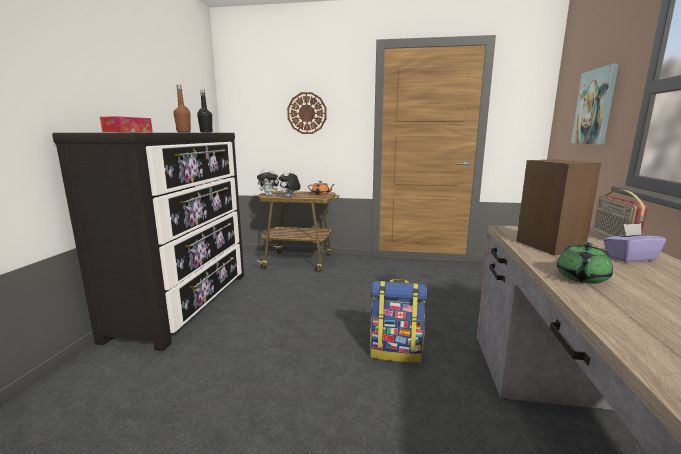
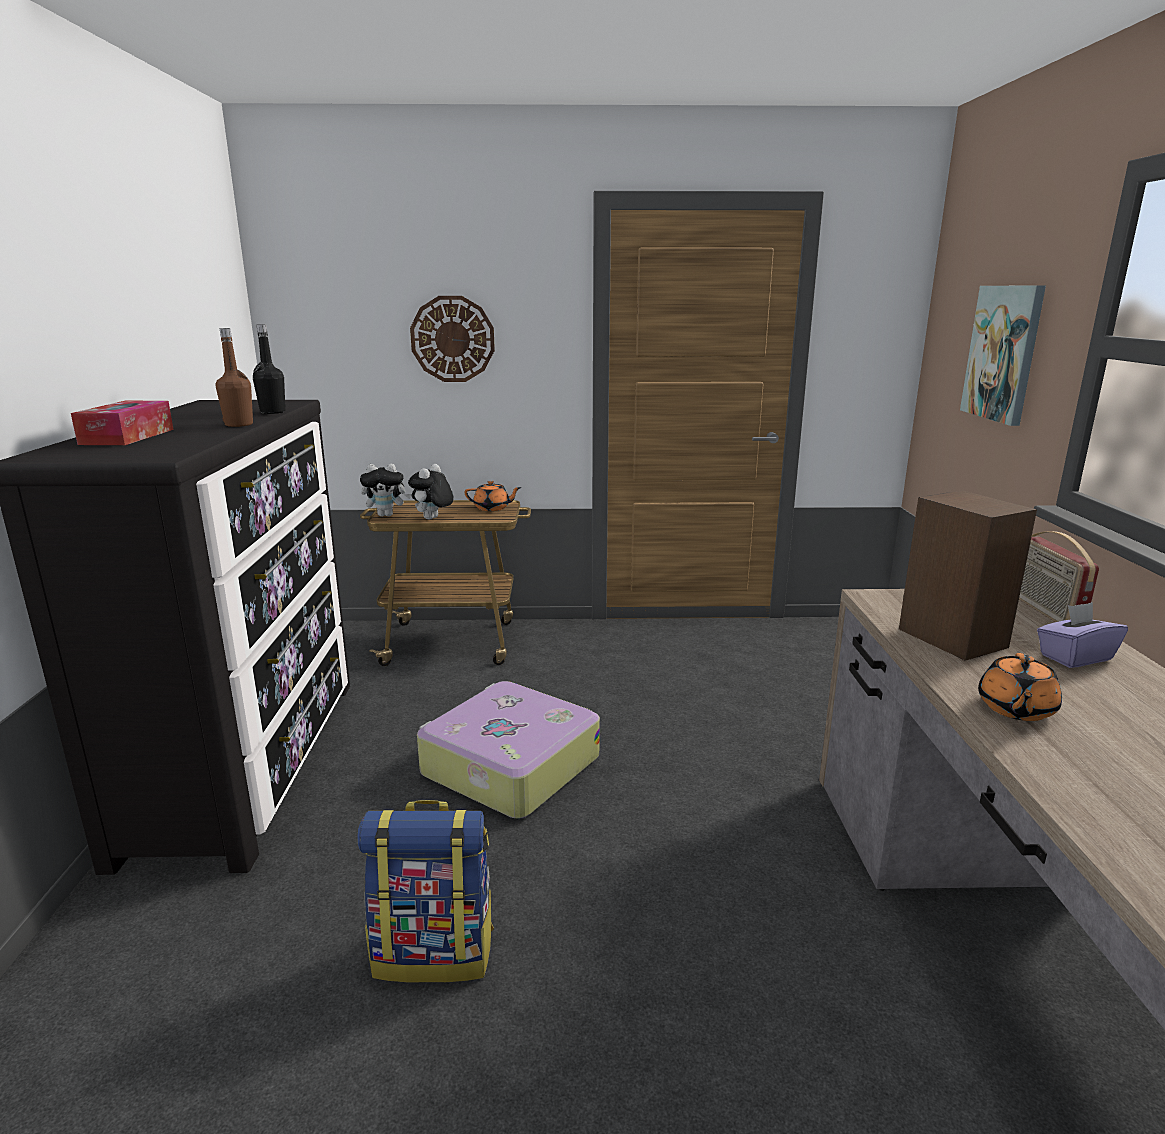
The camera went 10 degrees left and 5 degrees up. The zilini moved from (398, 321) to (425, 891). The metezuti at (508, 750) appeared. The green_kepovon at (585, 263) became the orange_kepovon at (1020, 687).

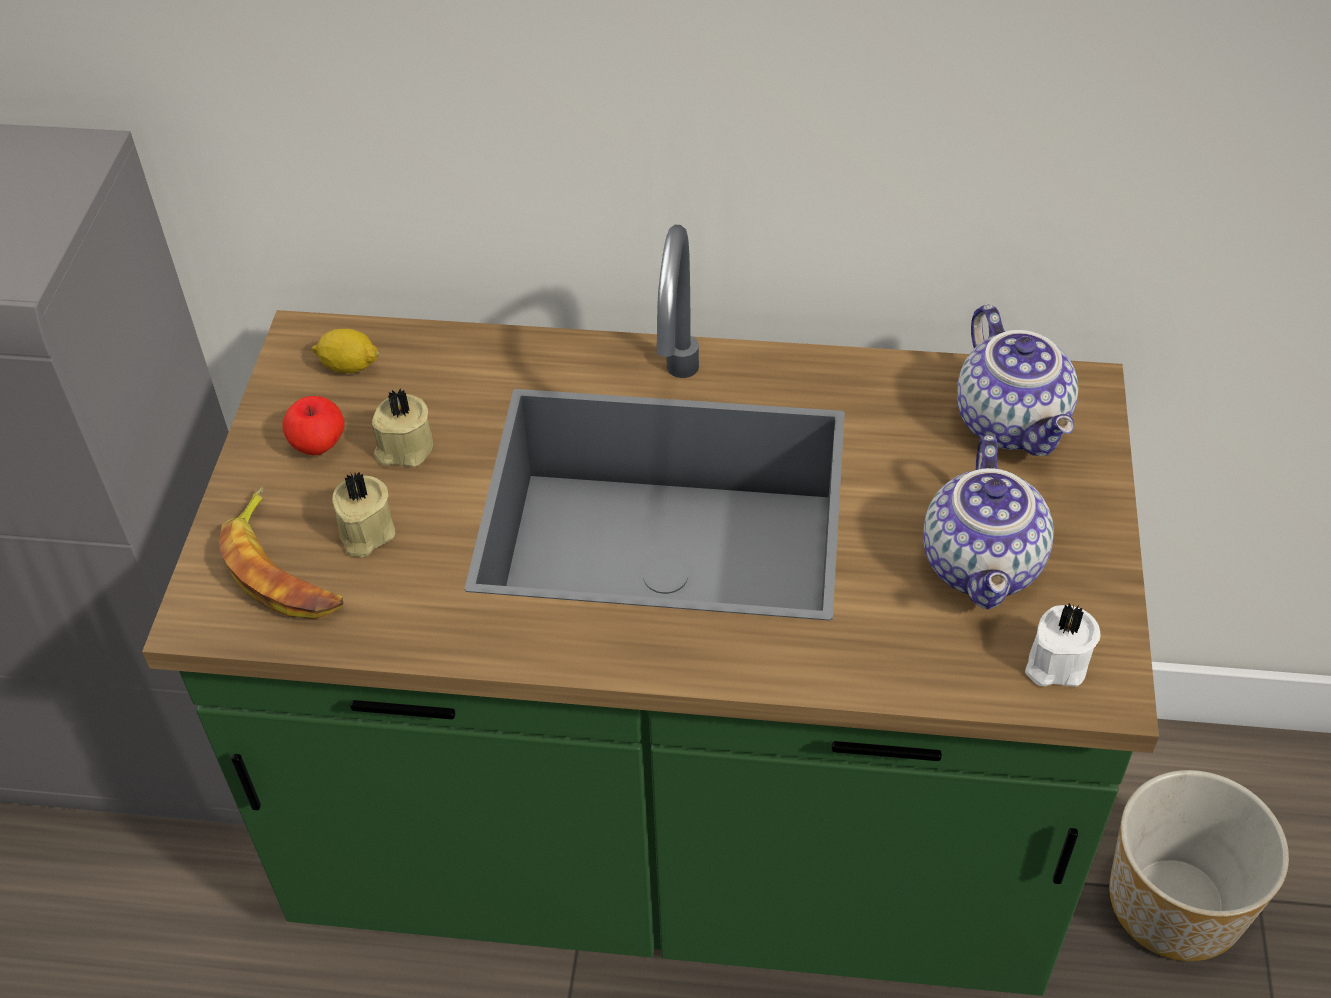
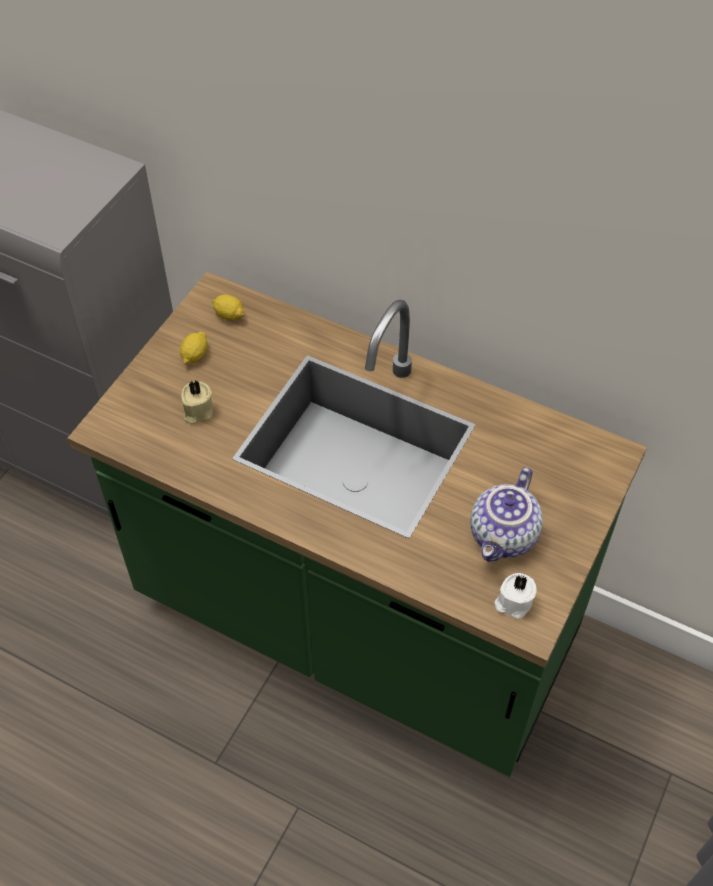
The camera went 20 degrees right and 5 degrees up. The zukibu at (314, 426) was replaced by the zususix at (194, 348). The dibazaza at (281, 552) disappeared. The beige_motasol at (402, 427) disappeared. The kepovon at (1017, 380) disappeared. The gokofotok at (1199, 865) disappeared.

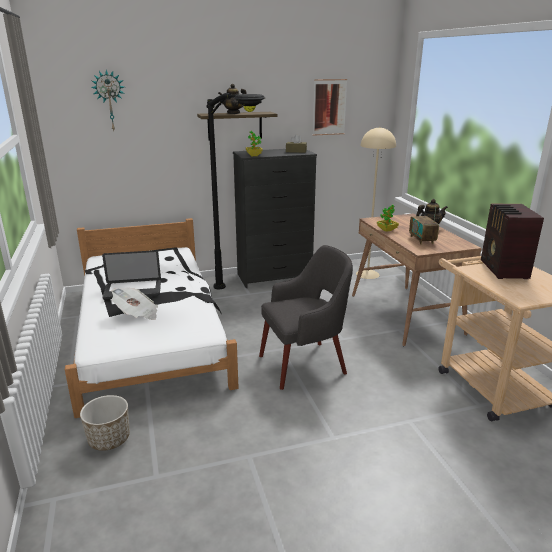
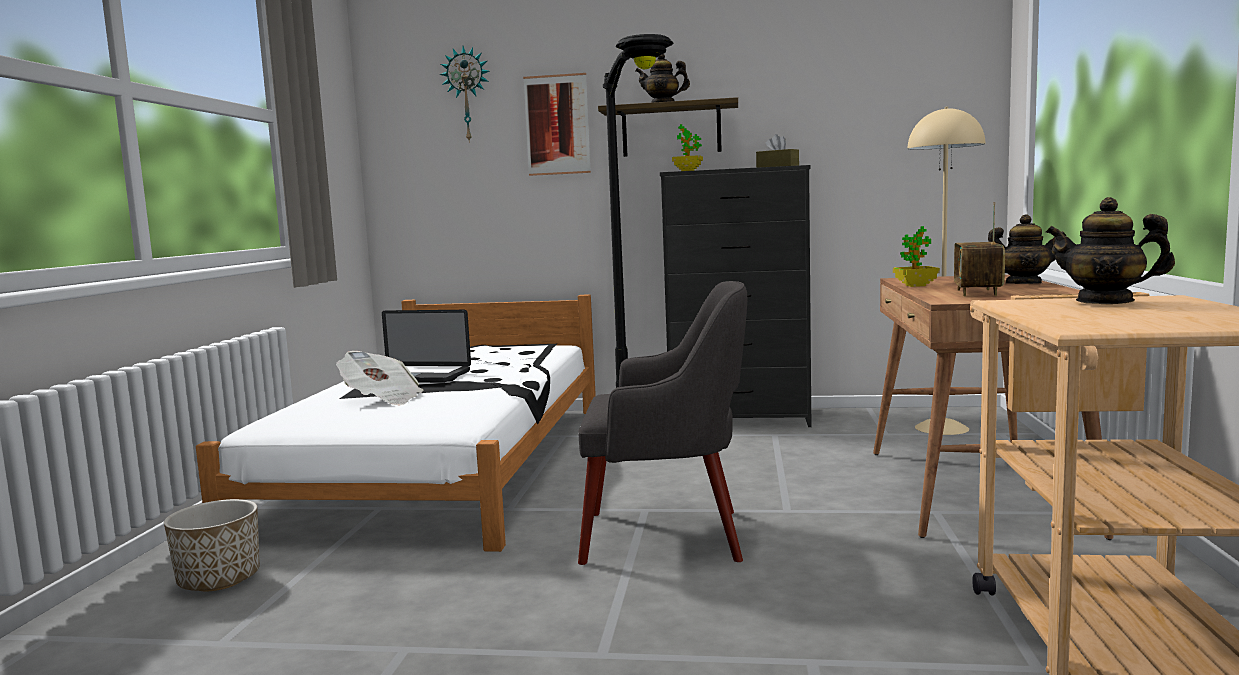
The camera went 25 degrees right and 15 degrees down. The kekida moved from (330, 107) to (557, 124). The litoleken at (512, 241) was replaced by the kepovon at (1110, 250).

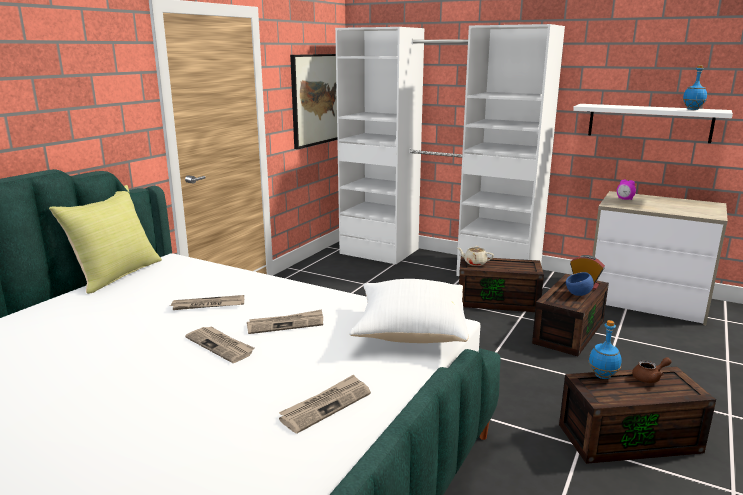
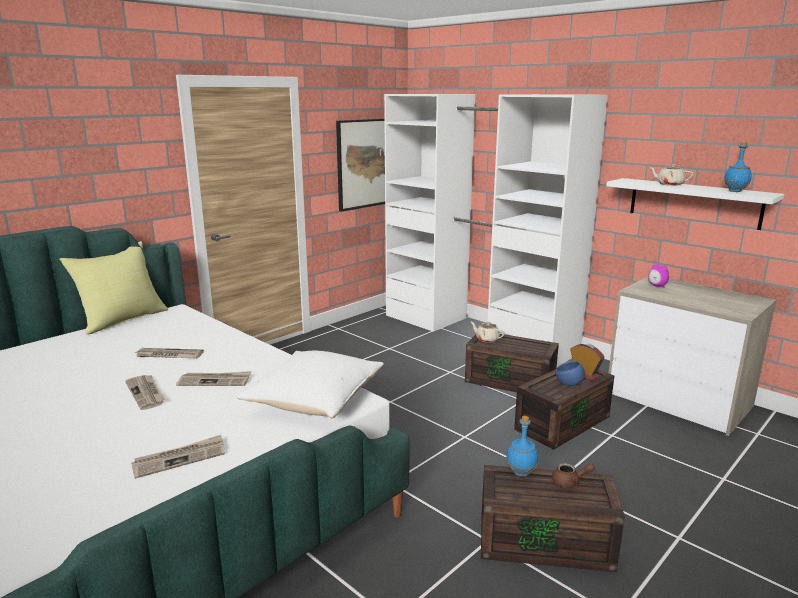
The camera went 15 degrees right and 0 degrees up. The beige_kepovon at (671, 175) appeared.

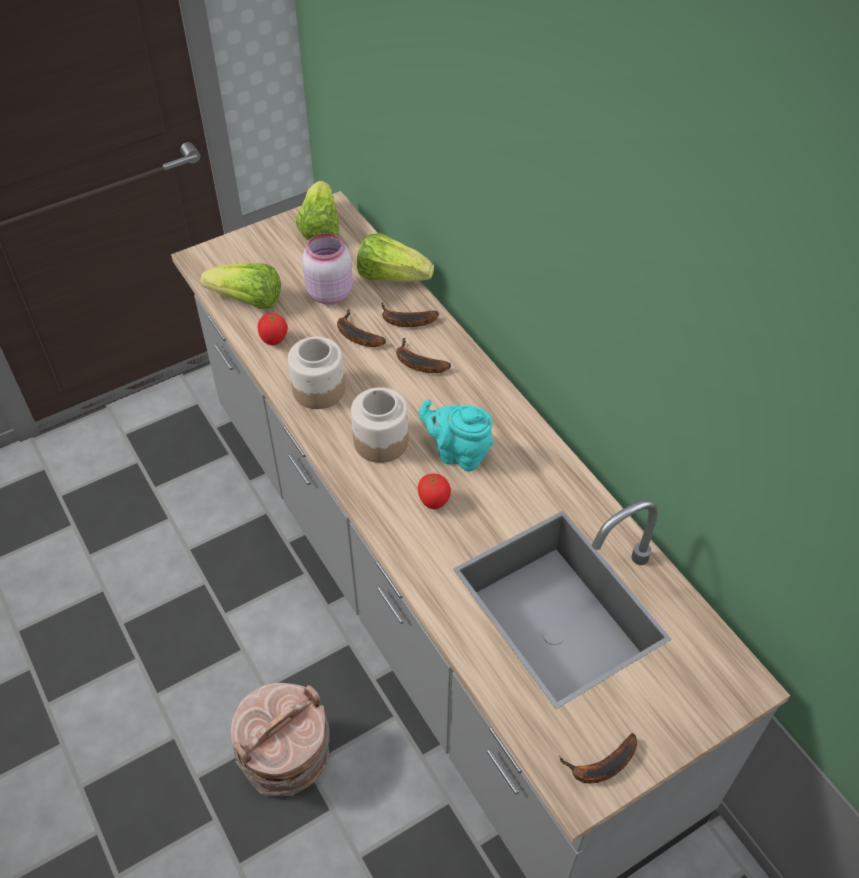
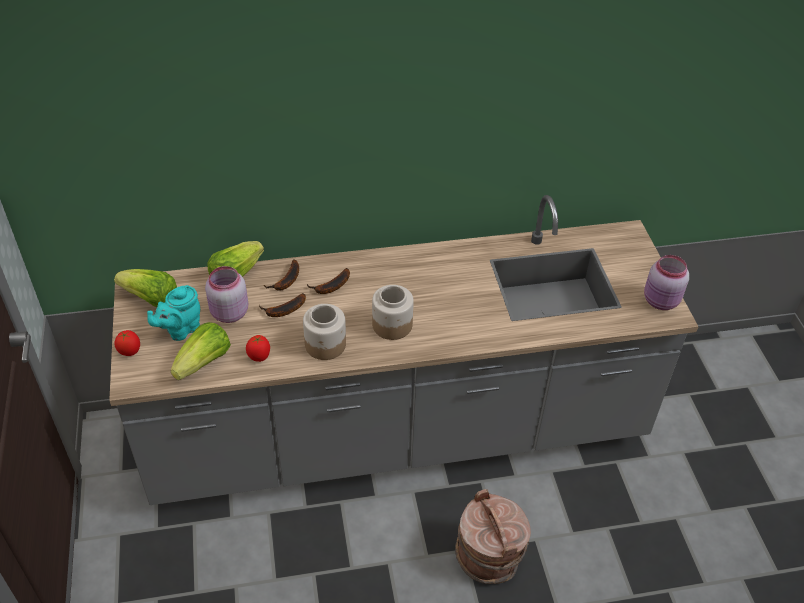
The camera went 70 degrees left and 5 degrees down. The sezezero moved from (434, 491) to (127, 343). The turquoise_kepovon moved from (456, 435) to (173, 313). The dibazaza at (598, 758) was replaced by the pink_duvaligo at (666, 282).

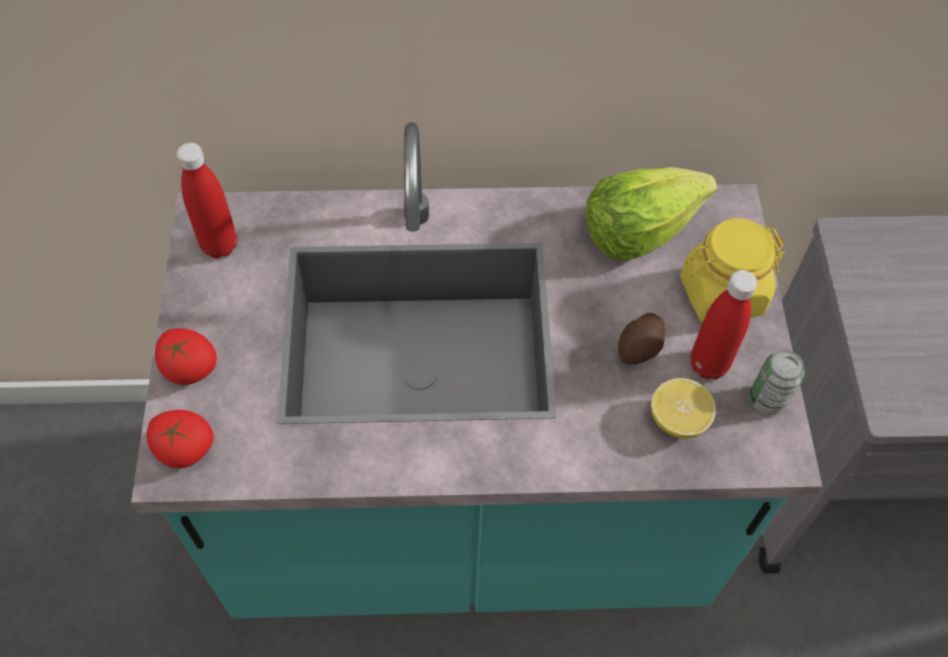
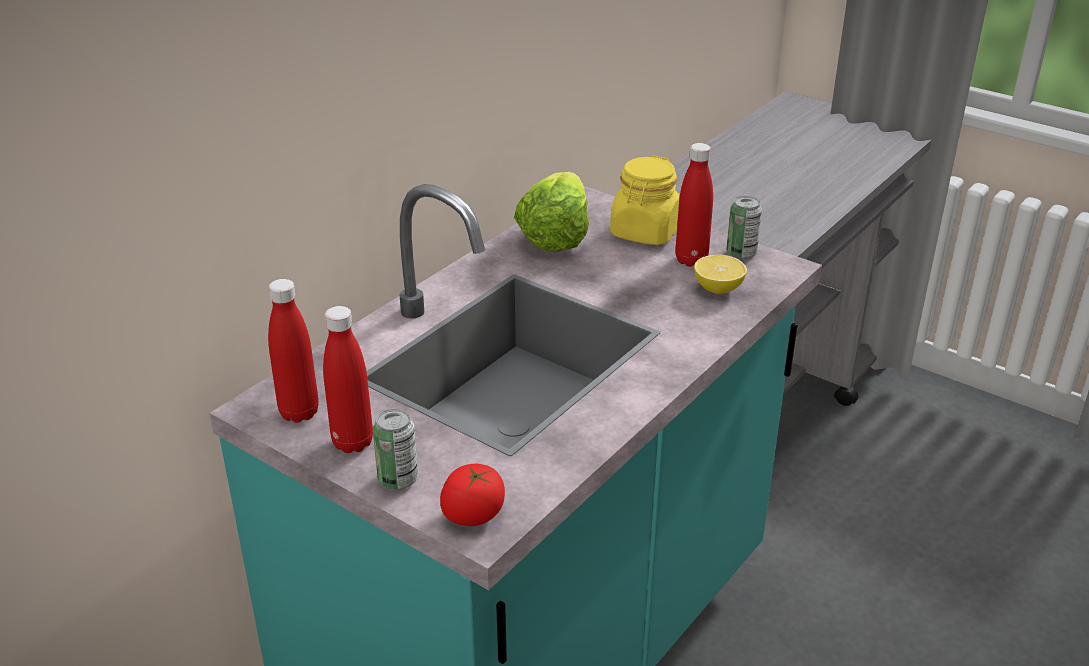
The camera went 50 degrees left and 25 degrees down. The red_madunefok at (348, 379) appeared. The sezezero at (186, 356) was replaced by the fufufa at (395, 449). The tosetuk at (642, 339) disappeared.

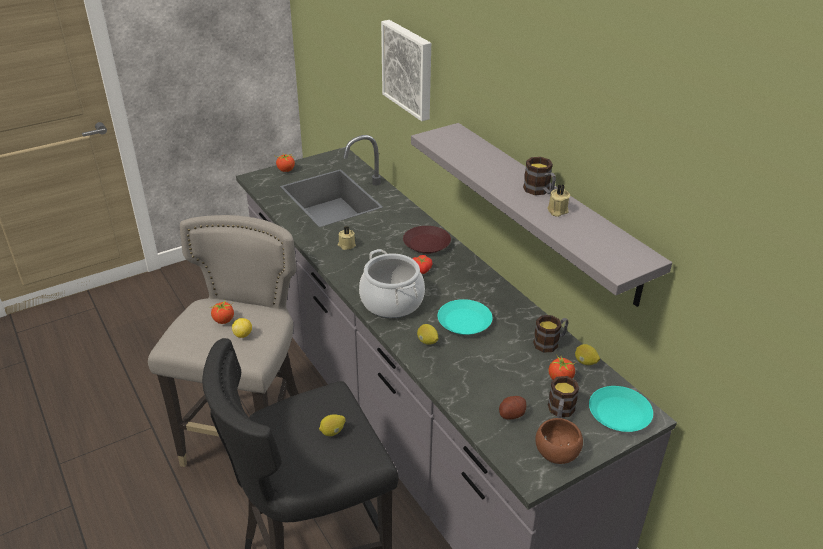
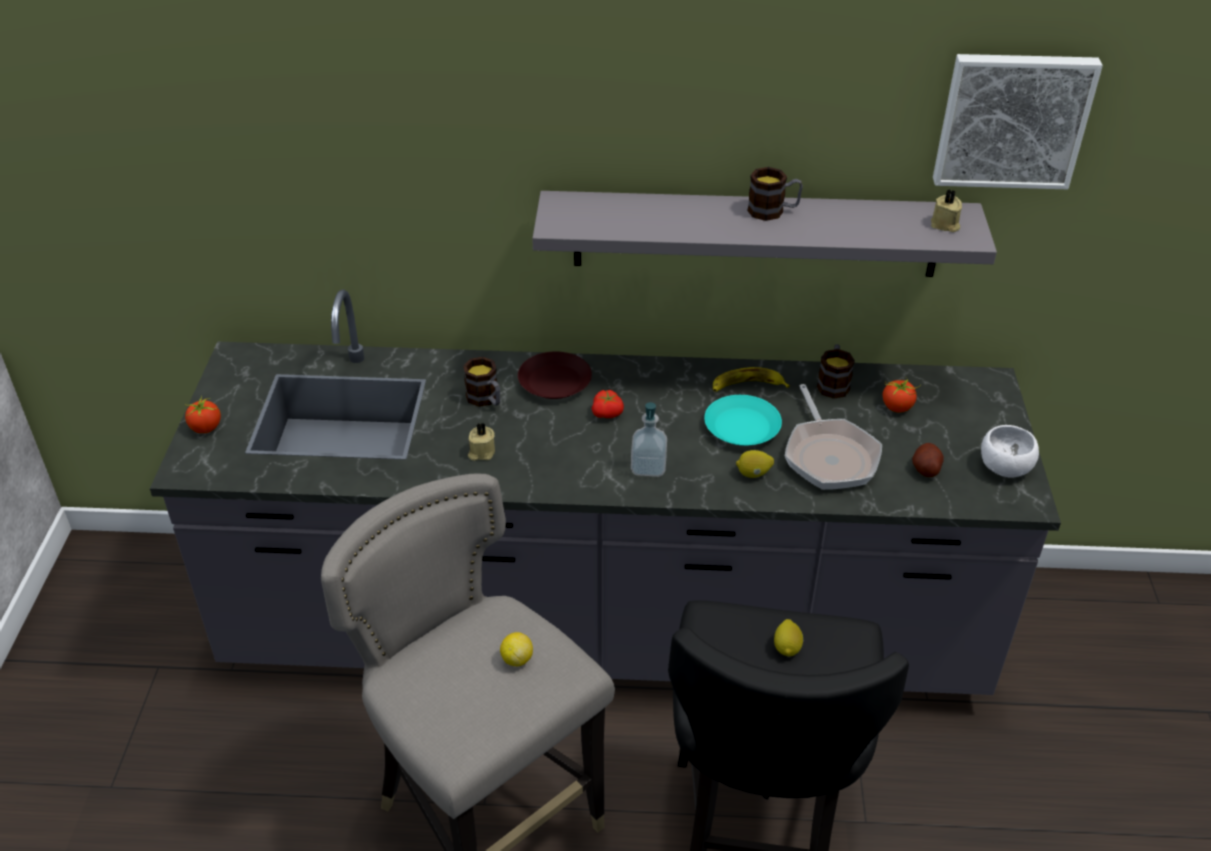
The camera went 55 degrees left and 5 degrees up. The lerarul moved from (563, 397) to (481, 382). The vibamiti at (392, 283) was replaced by the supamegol at (649, 439). The dibazaza at (751, 379) appeared. The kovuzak at (833, 437) appeared. The beige_motasol moved from (559, 201) to (946, 211). The kekida moved from (406, 70) to (1018, 121). The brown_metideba at (559, 441) became the white_metideba at (1010, 451). The sezezero at (222, 312) disappeared. The zususix at (587, 354) disappeared. The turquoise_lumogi at (621, 409) disappeared.

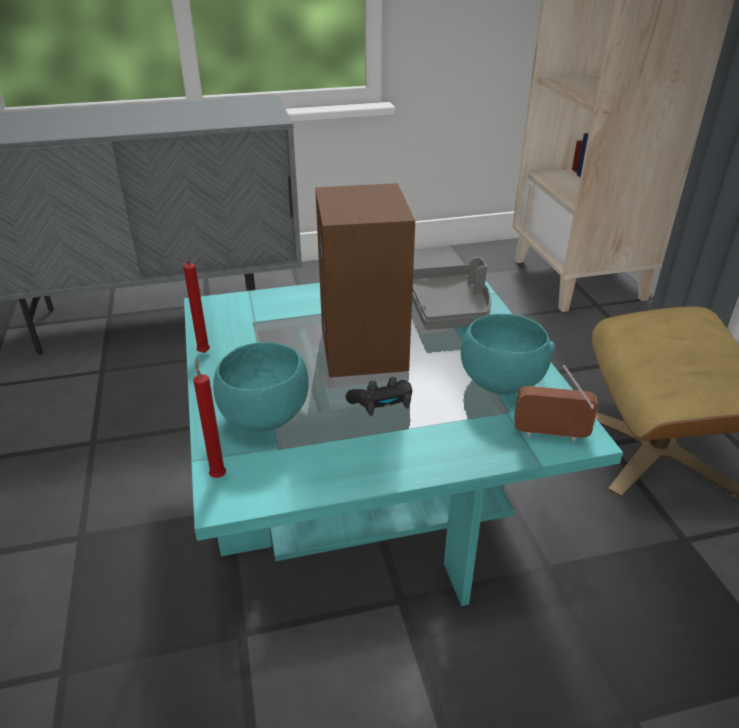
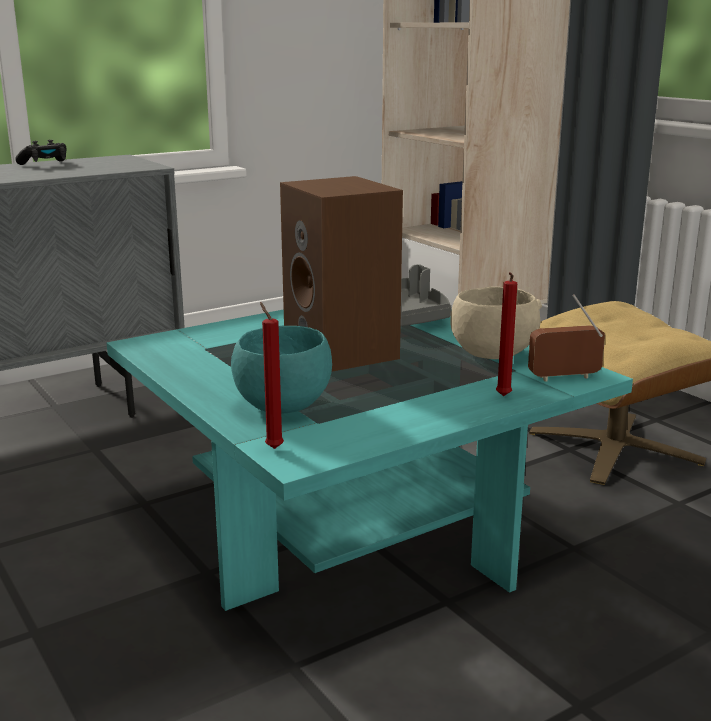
The camera went 20 degrees left and 15 degrees down. The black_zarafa moved from (379, 396) to (40, 152). The turquoise_metideba at (508, 354) became the beige_metideba at (496, 323). The red_motasol moved from (194, 306) to (506, 334).

